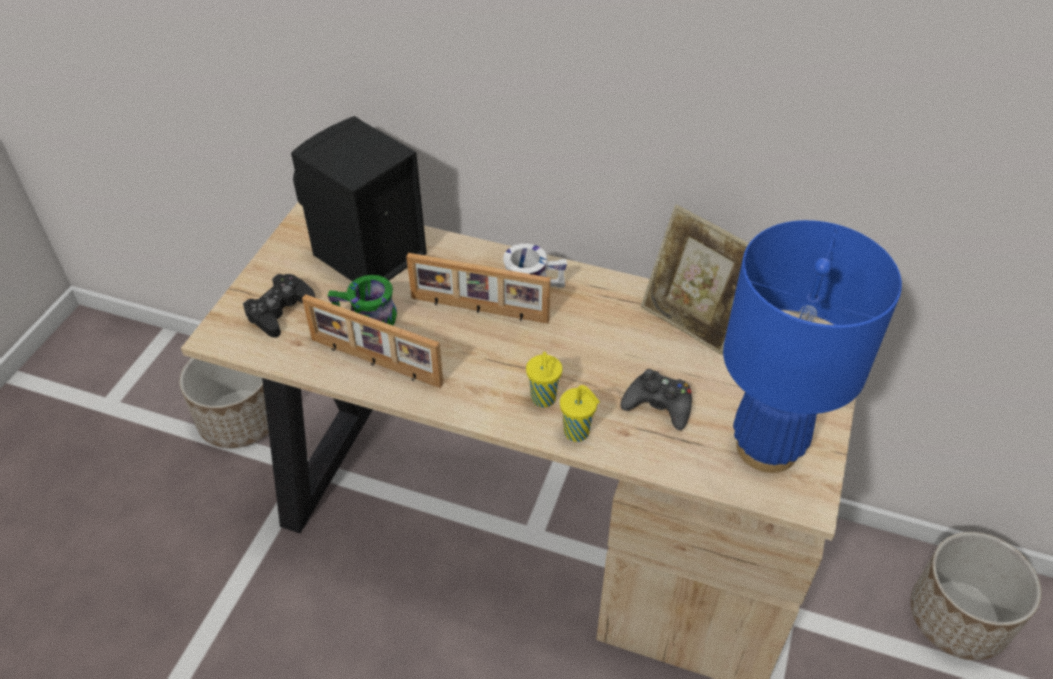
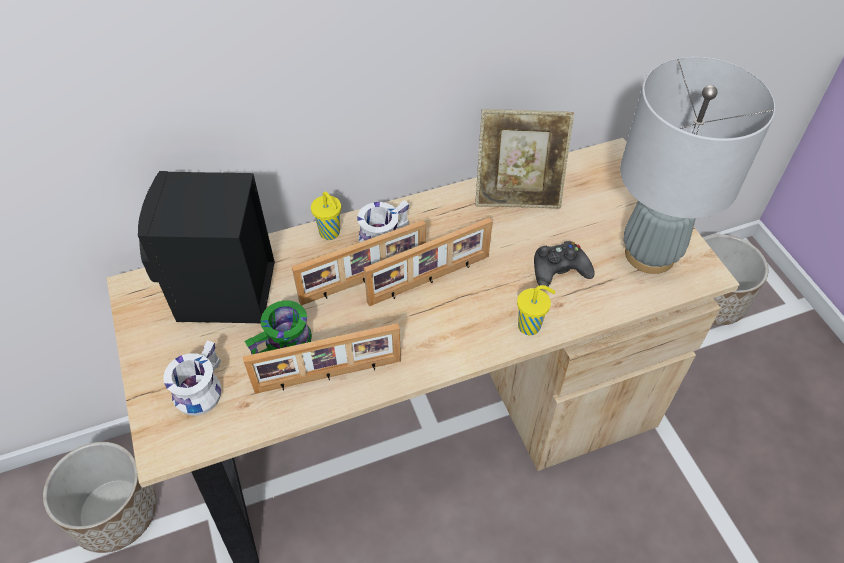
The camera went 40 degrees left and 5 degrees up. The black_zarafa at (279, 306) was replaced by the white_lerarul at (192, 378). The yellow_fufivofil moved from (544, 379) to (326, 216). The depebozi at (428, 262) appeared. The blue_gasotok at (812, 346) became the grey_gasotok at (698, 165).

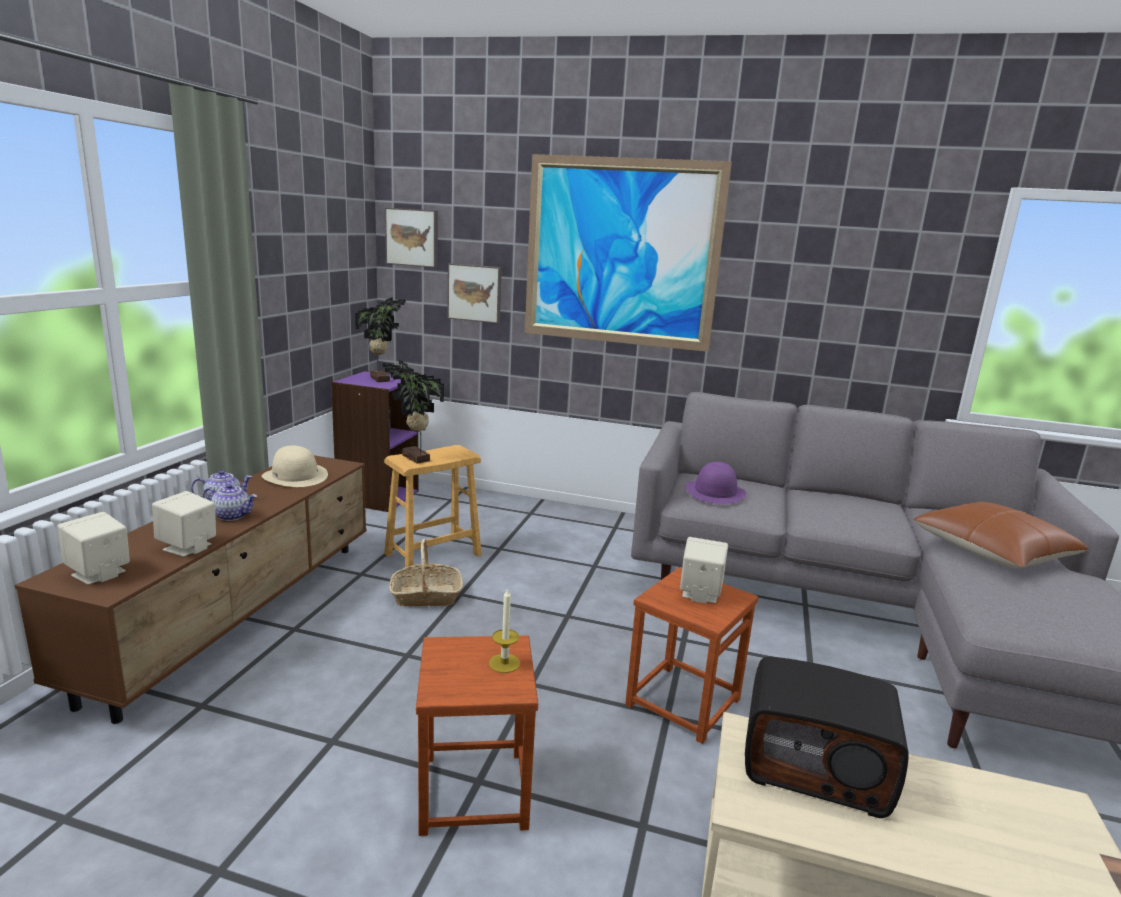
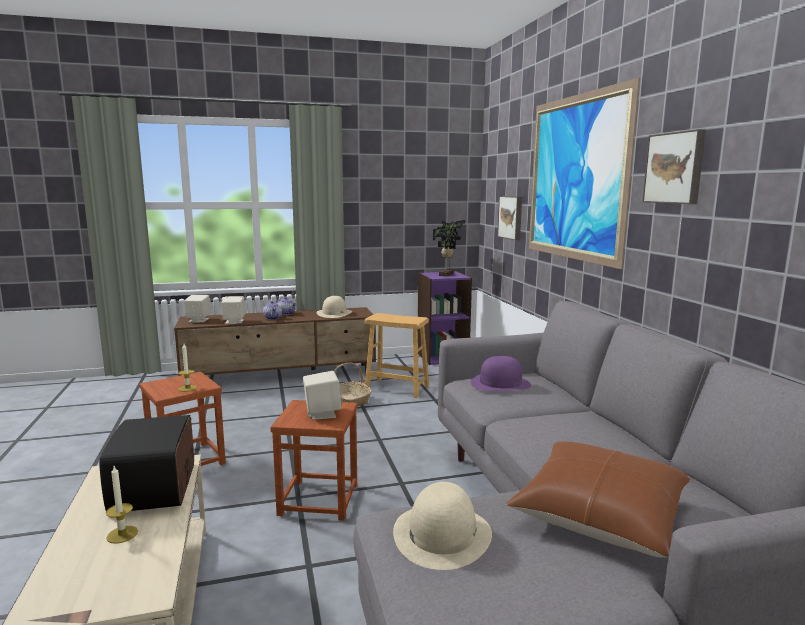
The camera went 60 degrees right and 5 degrees down. The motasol at (122, 505) appeared. The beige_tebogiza at (442, 526) appeared. The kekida moved from (411, 238) to (674, 166). The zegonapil at (413, 412) disappeared.

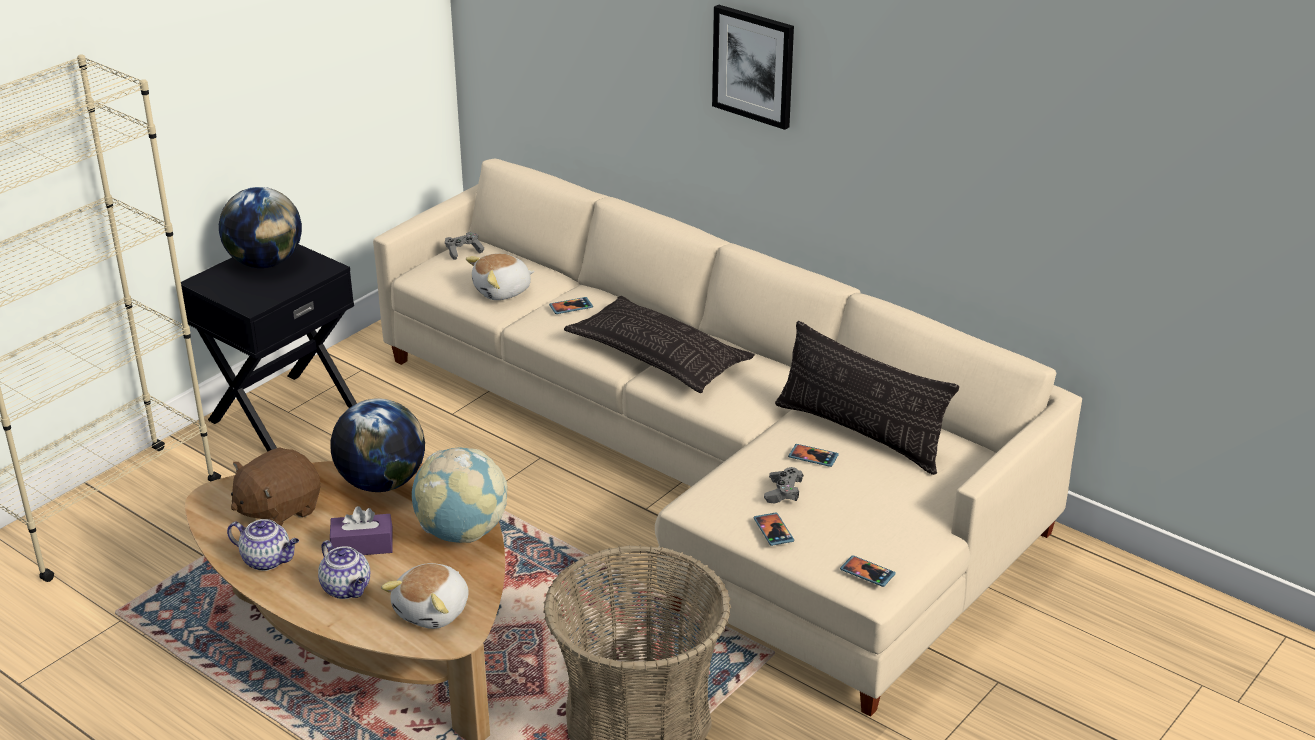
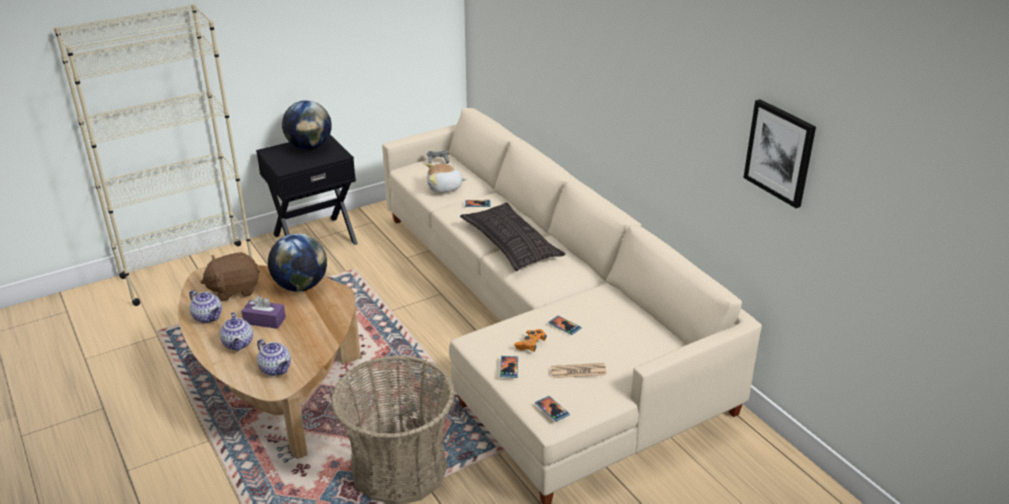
The camera went 20 degrees right and 0 degrees up. The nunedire at (425, 596) was replaced by the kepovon at (274, 357). The grey_zarafa at (784, 485) became the orange_zarafa at (530, 340). The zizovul at (578, 370) appeared. The kekida moved from (753, 67) to (779, 153). The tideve at (459, 495) disappeared. The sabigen at (867, 398) disappeared.

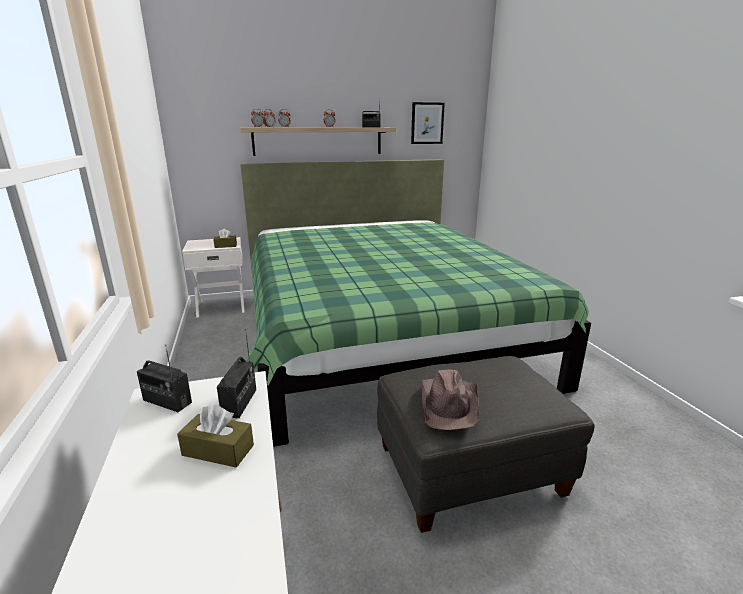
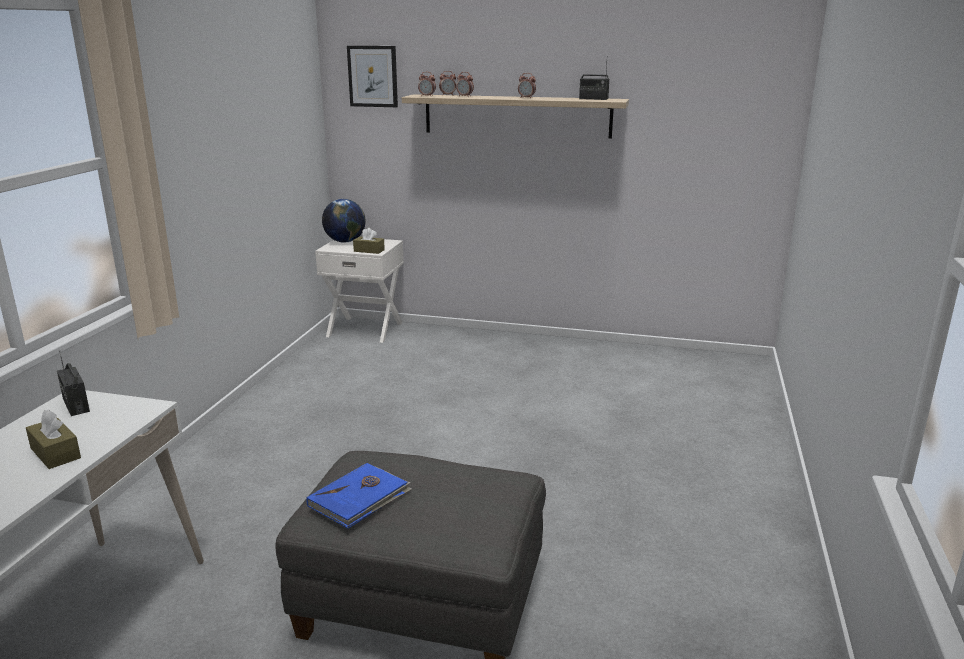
The camera went 30 degrees right and 0 degrees up. The brown_tebogiza at (450, 400) was replaced by the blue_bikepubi at (359, 496). The tideve at (344, 221) appeared. The kekida moved from (428, 123) to (372, 76). The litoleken at (236, 373) disappeared. The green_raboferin at (415, 303) disappeared.

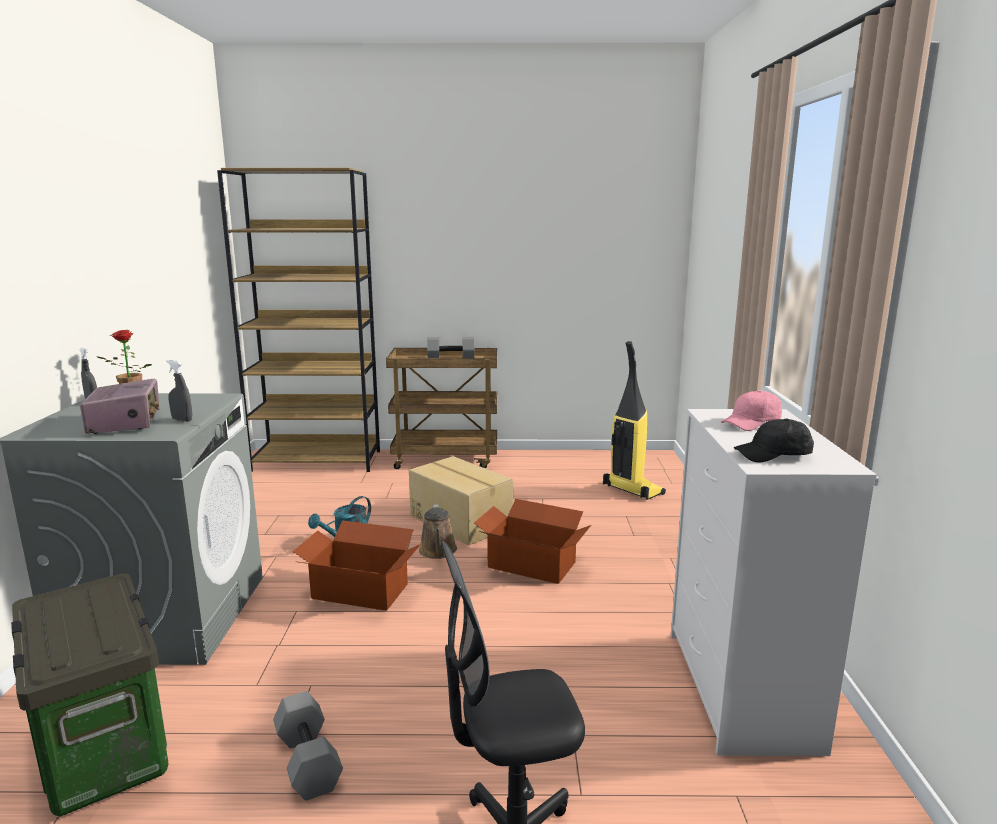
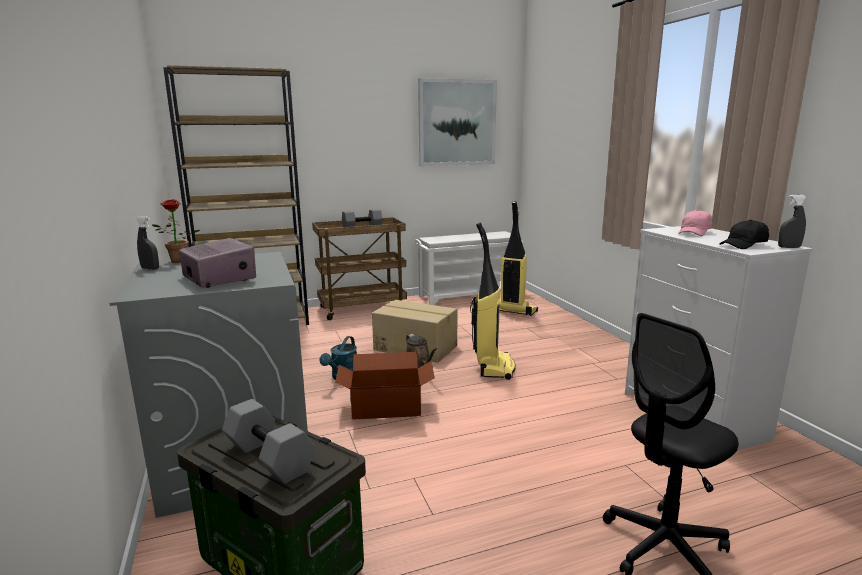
The camera went 20 degrees left and 0 degrees up. The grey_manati moved from (308, 746) to (268, 441). The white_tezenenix at (469, 268) appeared. The kekida at (457, 122) appeared. The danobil at (532, 541) was replaced by the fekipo at (493, 301). The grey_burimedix moved from (179, 391) to (792, 221).

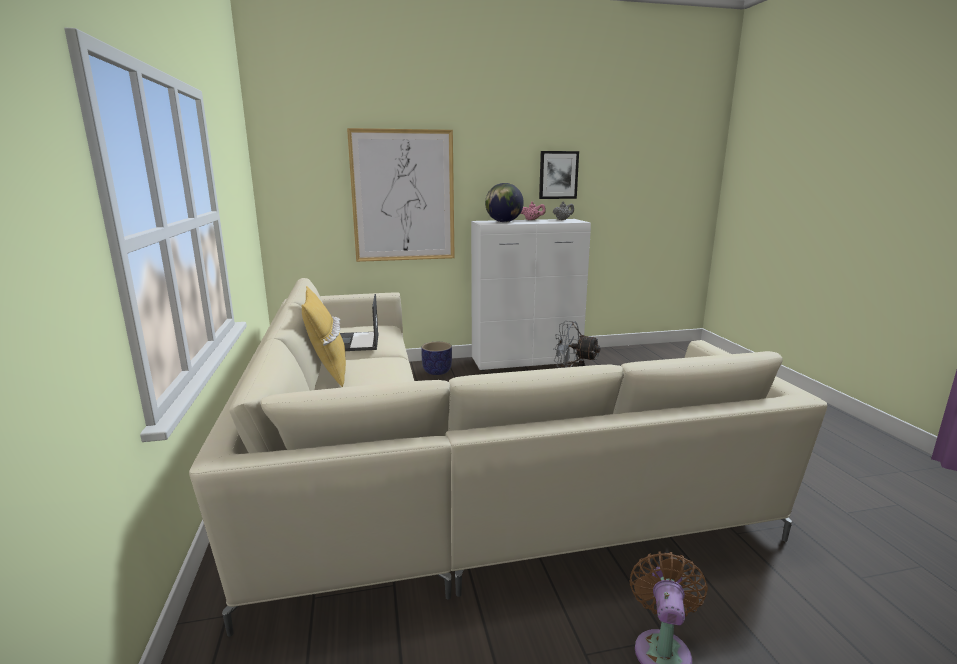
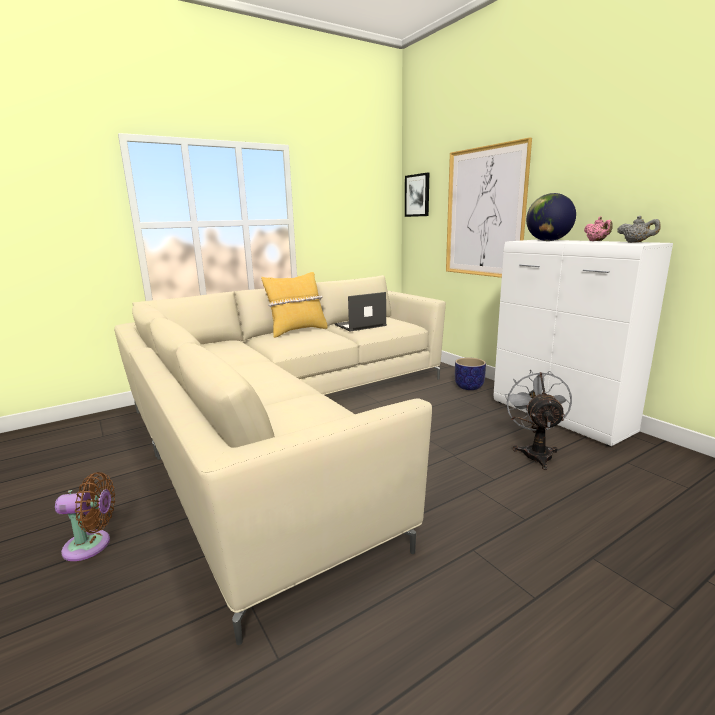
The camera went 70 degrees right and 0 degrees up. The kekida moved from (559, 175) to (417, 195).

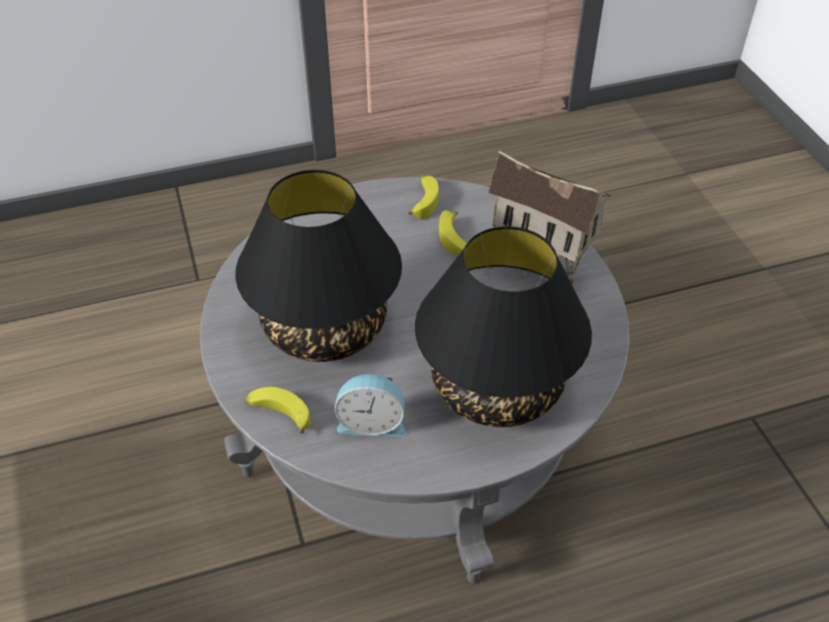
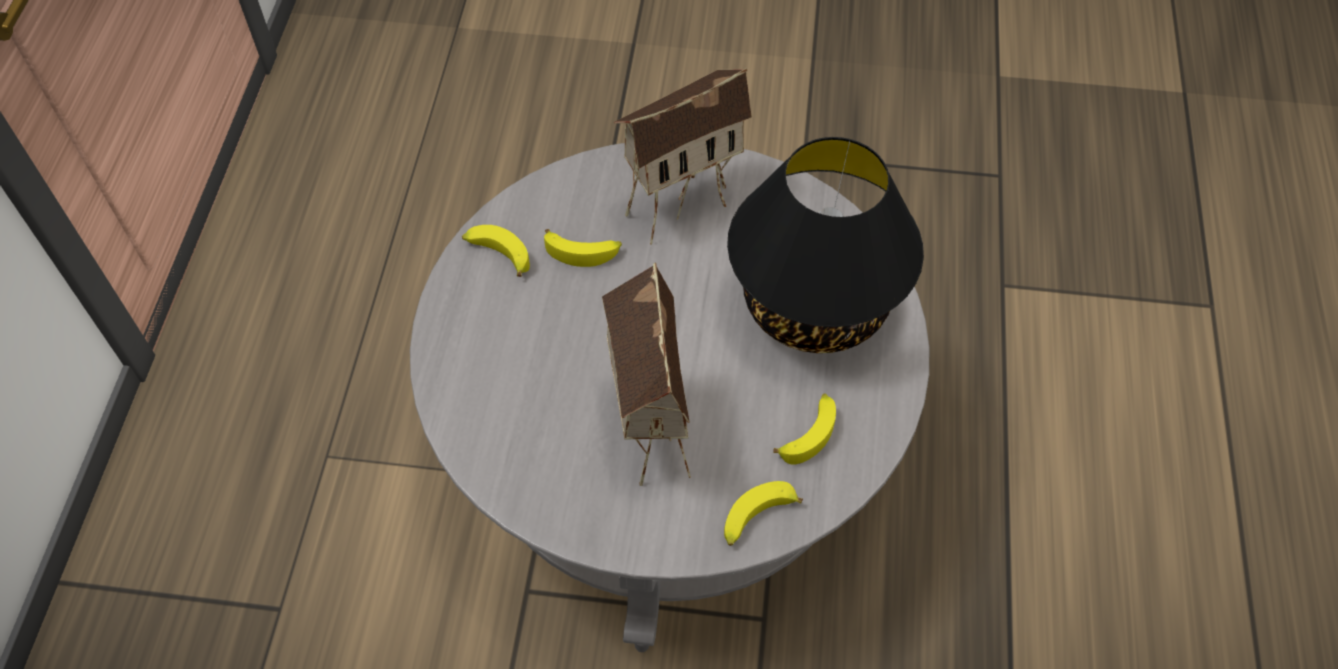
The camera went 65 degrees left and 10 degrees up. The black_gasotok at (318, 266) was replaced by the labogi at (646, 374). The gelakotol at (370, 405) was replaced by the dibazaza at (804, 429).

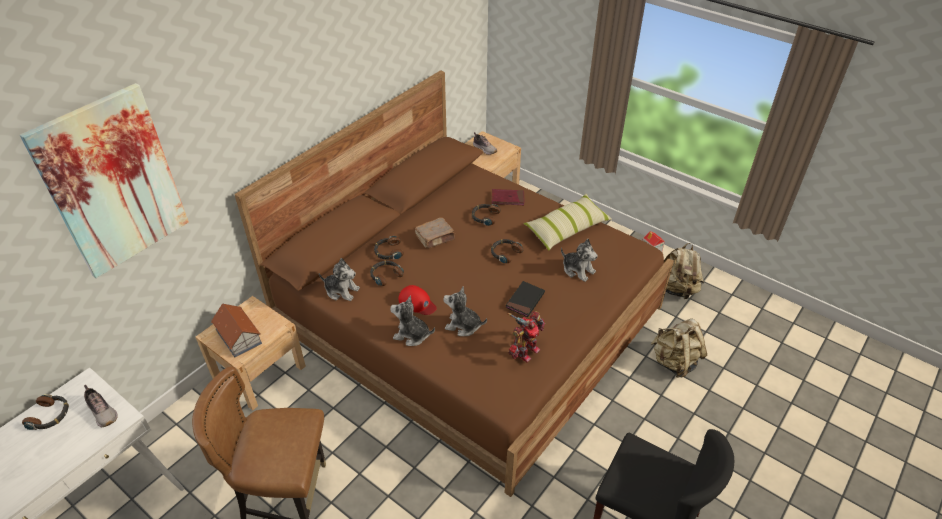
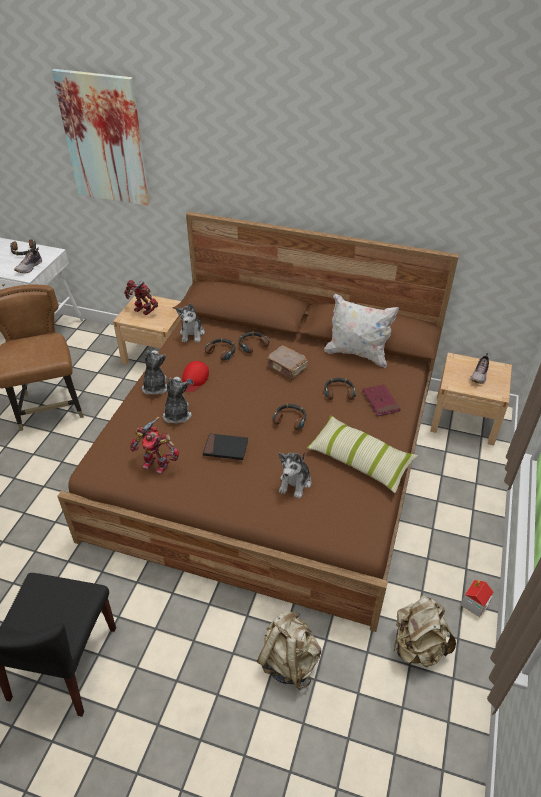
The camera went 70 degrees right and 0 degrees up. The labogi at (236, 330) was replaced by the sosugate at (141, 297). The white_sabigen at (361, 331) appeared.

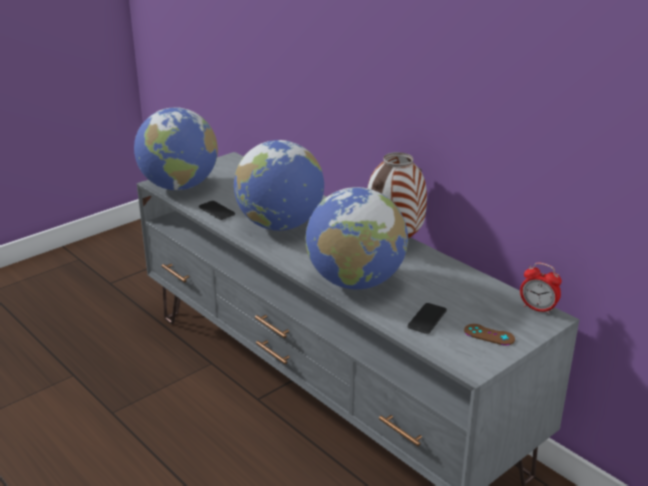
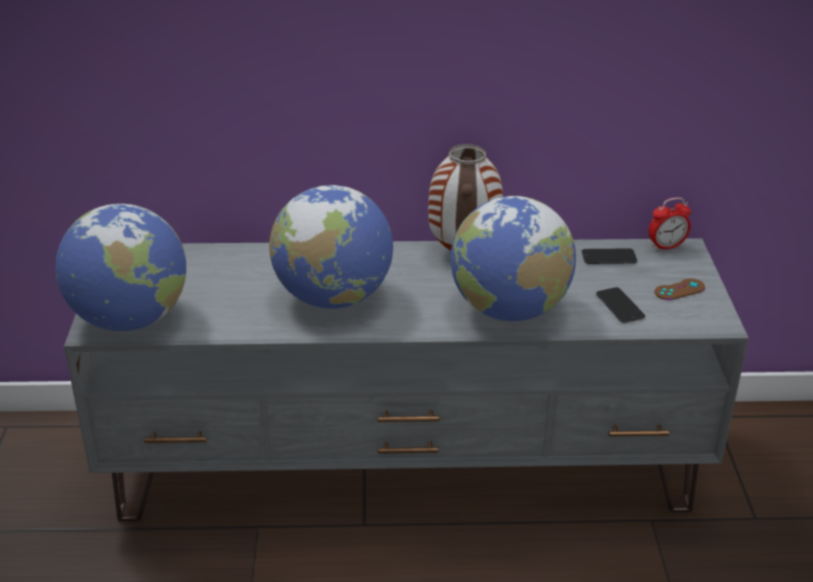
The camera went 50 degrees left and 5 degrees up. The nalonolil moved from (217, 210) to (609, 256).

